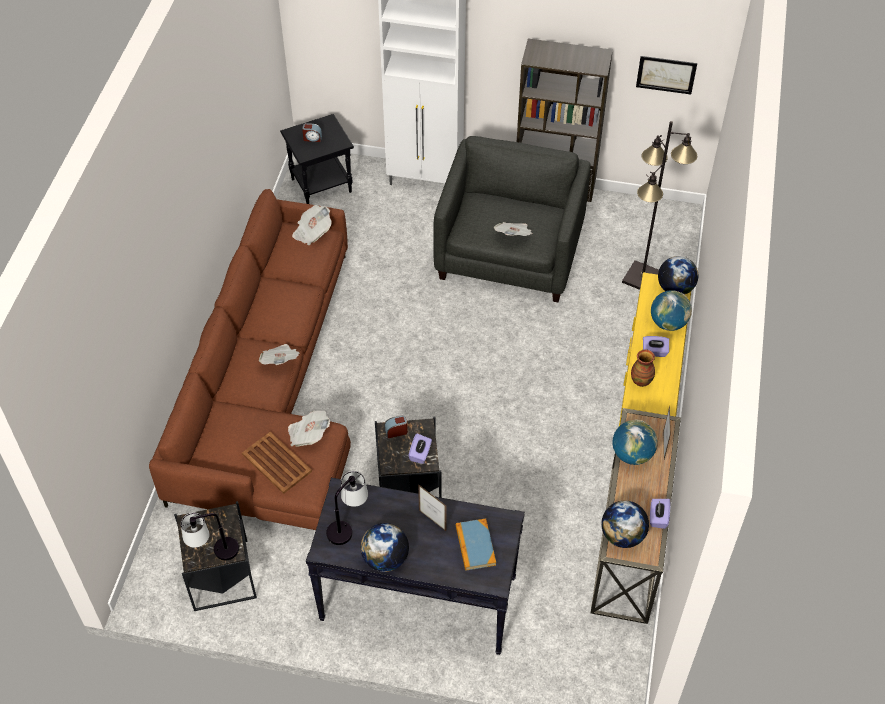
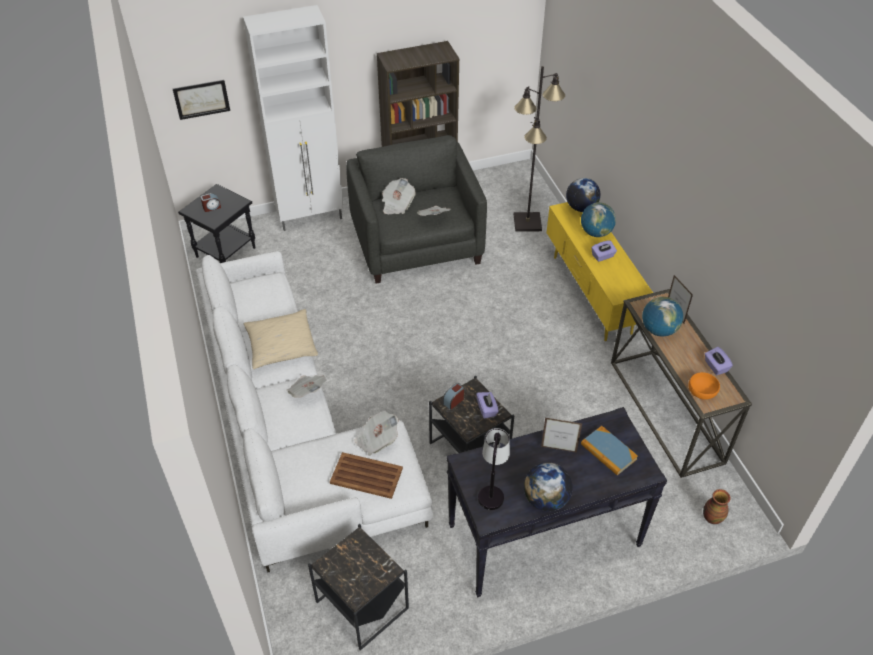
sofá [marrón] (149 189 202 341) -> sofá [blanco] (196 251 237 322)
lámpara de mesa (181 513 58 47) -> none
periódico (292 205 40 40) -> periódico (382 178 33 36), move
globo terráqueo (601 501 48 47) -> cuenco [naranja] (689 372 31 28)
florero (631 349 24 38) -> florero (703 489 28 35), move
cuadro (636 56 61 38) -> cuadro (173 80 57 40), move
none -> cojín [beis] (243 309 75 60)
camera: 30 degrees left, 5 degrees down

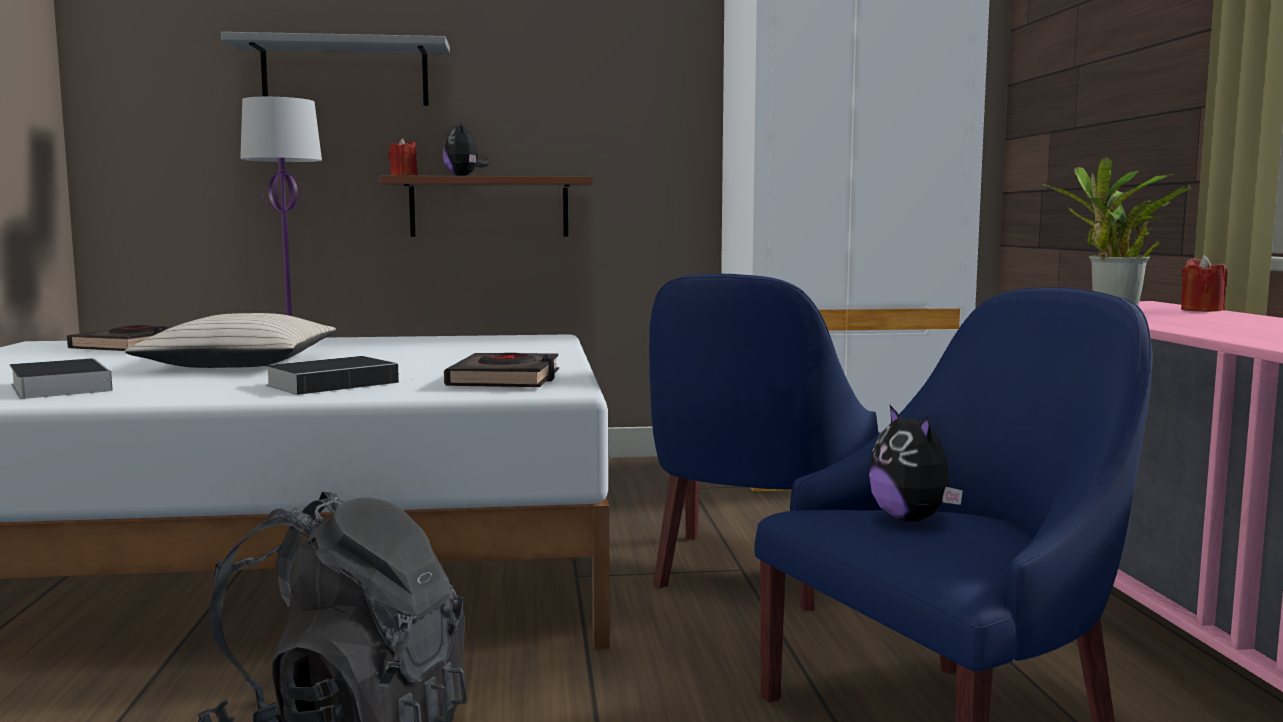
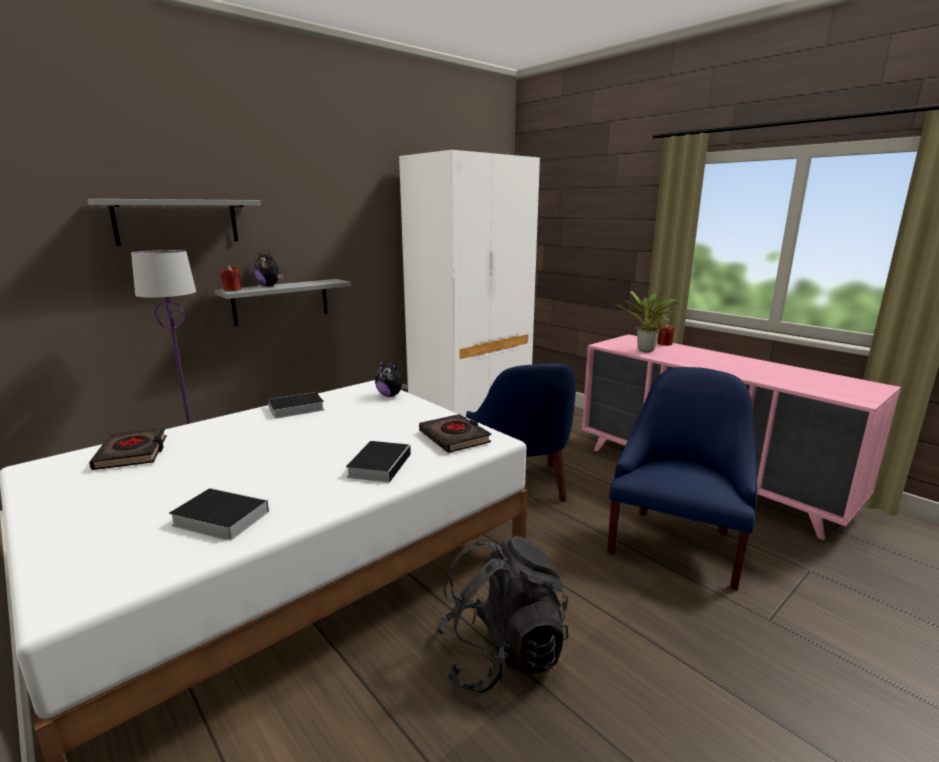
cojín [beis] (125 313 211 55) -> none
estante [marrón] (379 175 214 62) -> estante [gris] (215 279 136 47)
peluche (869 405 94 117) -> peluche (375 359 32 38), move
none -> libro (260 392 64 27)
camera: 35 degrees left, 10 degrees up

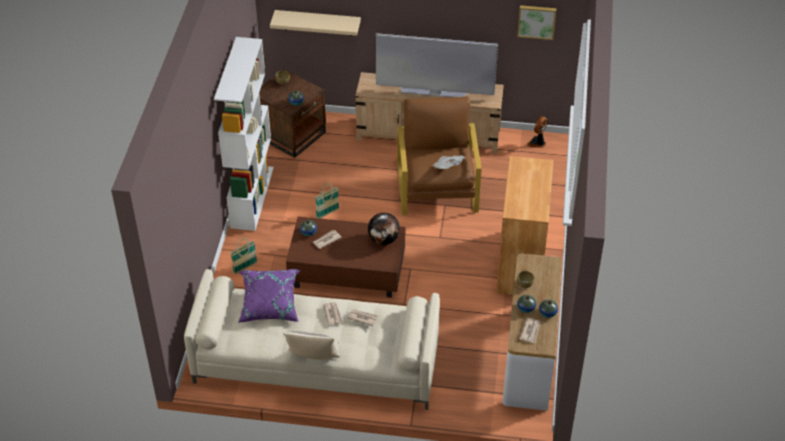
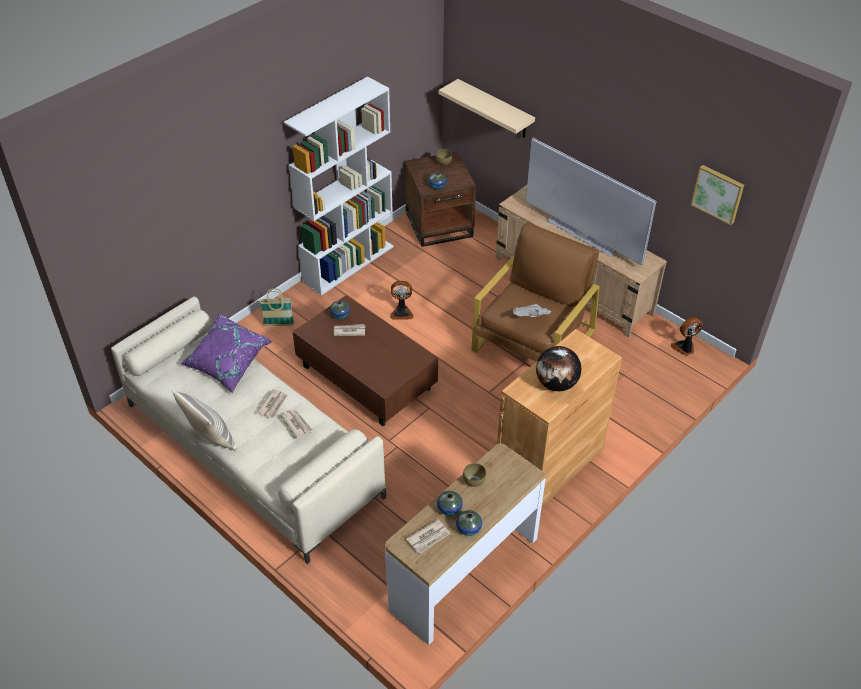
cesta (315 183 24 36) -> ventilador (390 280 24 39)
globo terráqueo (368 213 32 32) -> globo terráqueo (536 346 45 45), move
camera: 35 degrees right, 0 degrees up

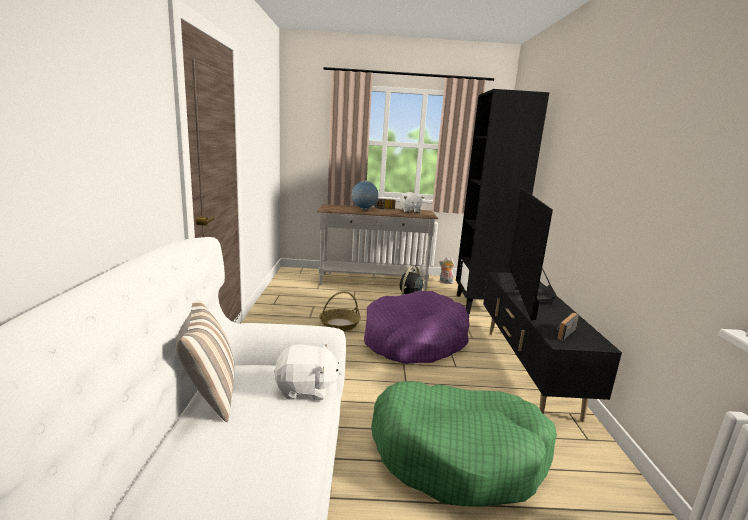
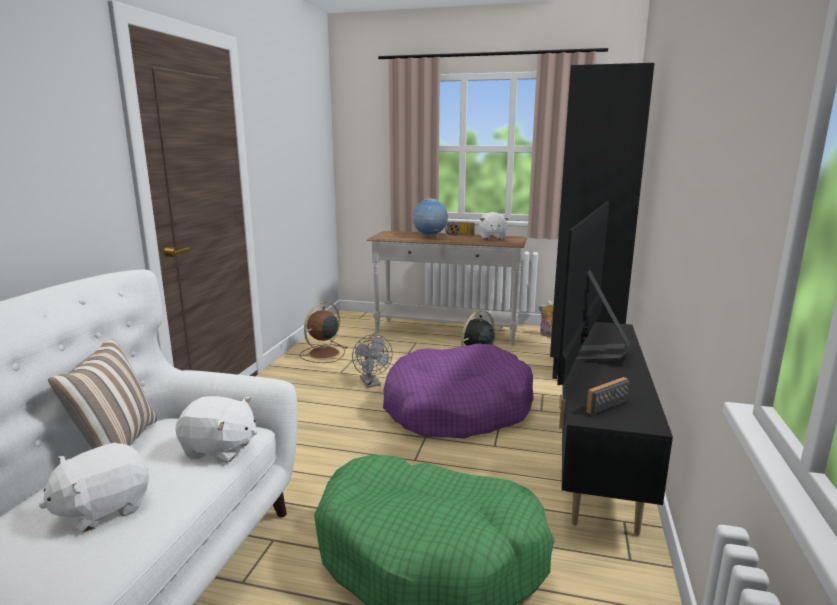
cesta (319 291 42 40) -> ventilador [gris] (352 334 40 54)
none -> peluche [blanco] (39 443 110 90)
none -> ventilador [marrón] (300 302 47 61)
camera: 15 degrees right, 0 degrees up

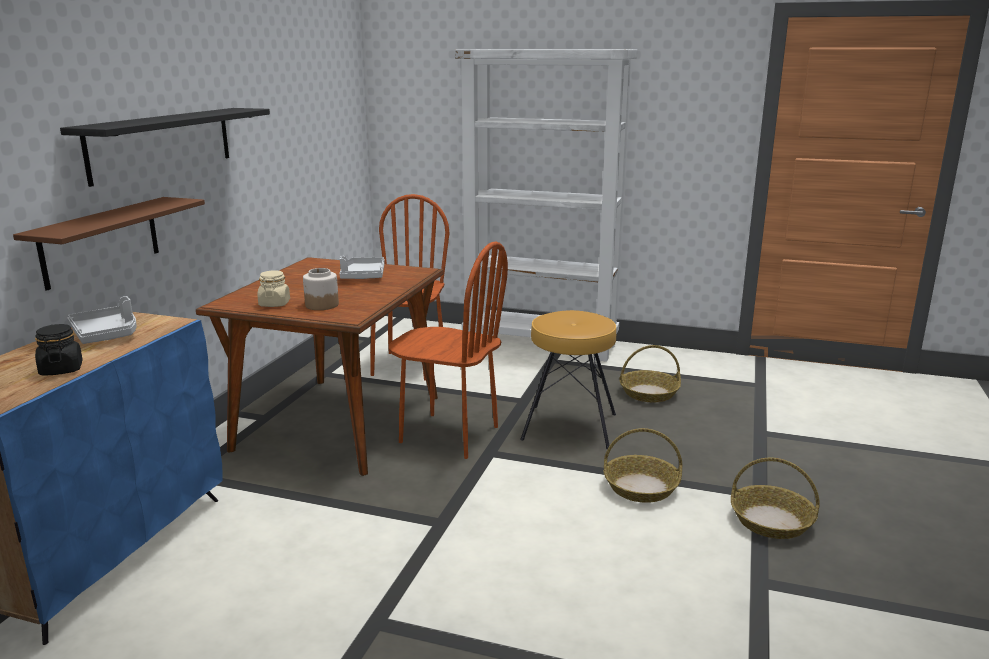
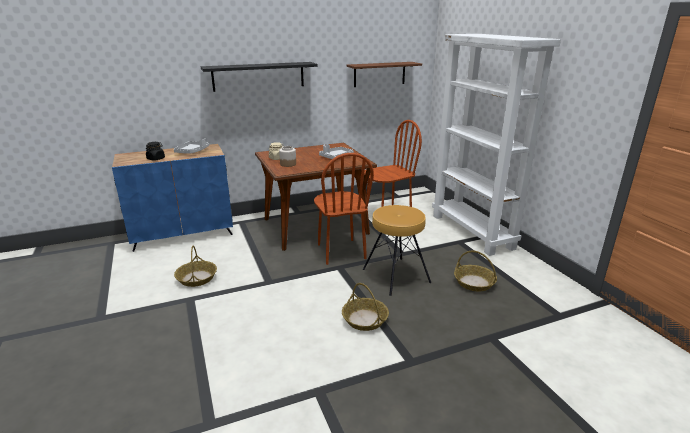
estante [marrón] (13 197 192 94) -> estante [marrón] (346 62 76 25), move
cesta (731 458 89 81) -> cesta (174 245 43 42), move
camera: 50 degrees right, 5 degrees up

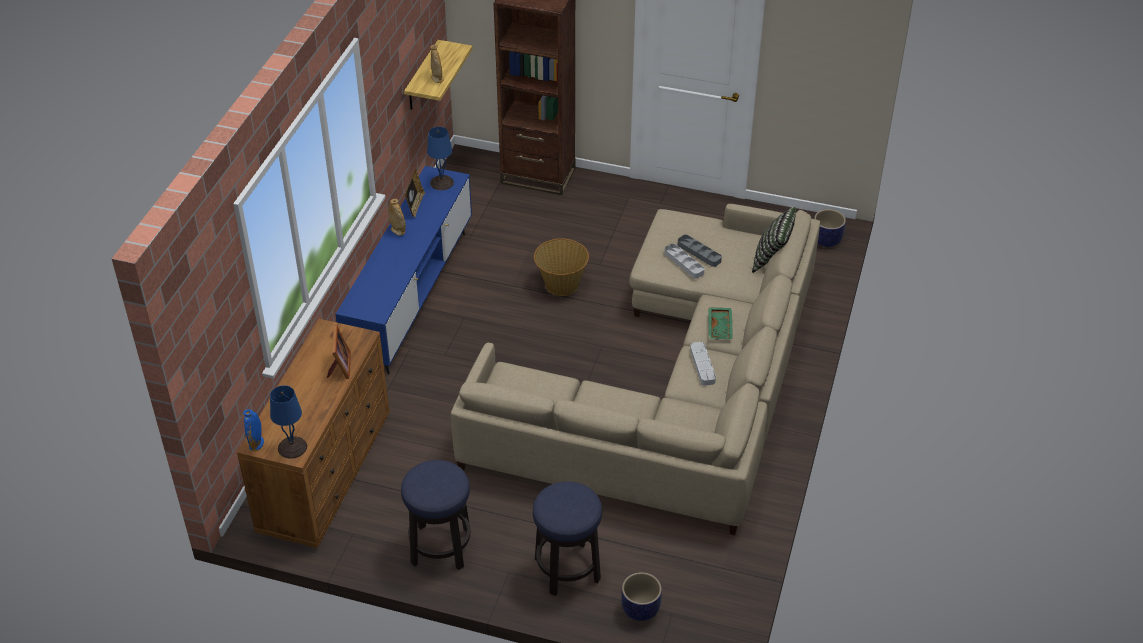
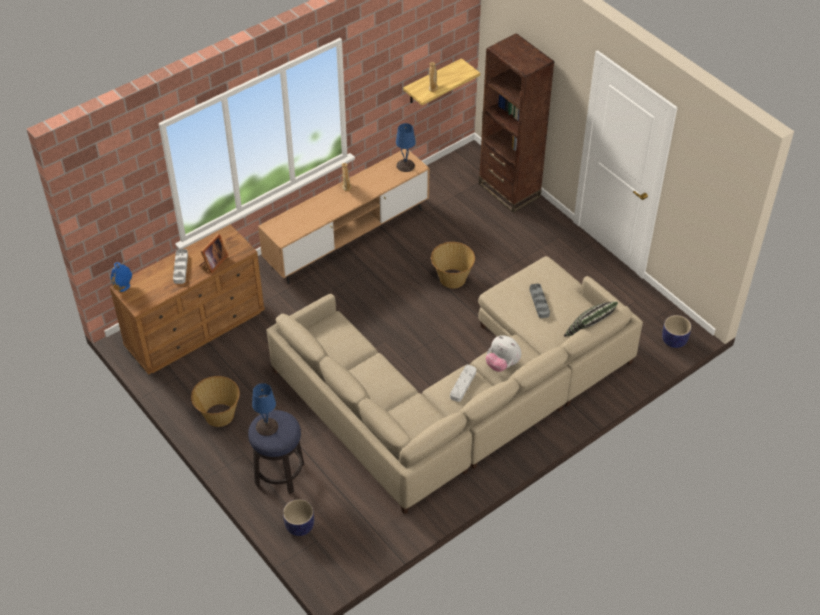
lámpara de mesa [azul] (270 385 37 74) -> lámpara de mesa [azul] (252 383 26 53), move
mueble de televisión [azul] (335 166 137 208) -> mueble de televisión [marrón] (258 149 172 135)
taburete (401 460 70 110) -> cesta (191 376 49 51)
portarretratos (405 169 20 49) -> none
bandeja [gris] (664 244 41 35) -> bandeja [gris] (173 249 15 35), move
bandeja [verde] (708 308 25 32) -> peluche (486 335 35 37)
camera: 35 degrees right, 5 degrees up

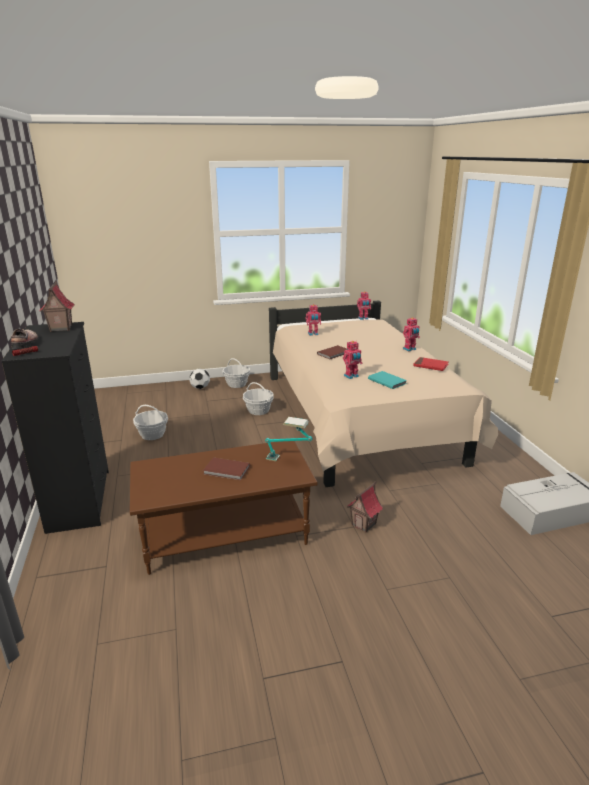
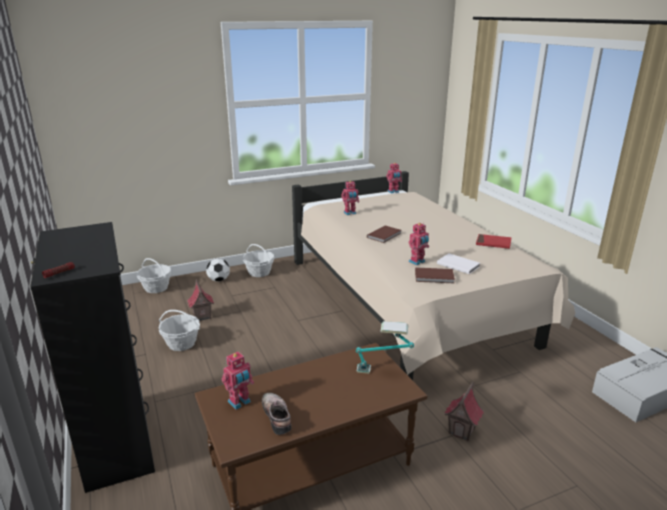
zapato (11 329 27 20) -> zapato (262 393 30 42), move
casita (40 281 35 51) -> casita (187 279 27 42), move
libro [marrón] (203 457 47 23) -> libro [marrón] (415 267 40 16), move
cesta (243 382 31 33) -> cesta (137 258 35 35), move
libro [turquesa] (368 371 39 18) -> libro [blanco] (437 253 43 21)
robot de juguete (403 317 17 34) -> robot de juguete (222 352 32 58), move
camera: 10 degrees left, 0 degrees up

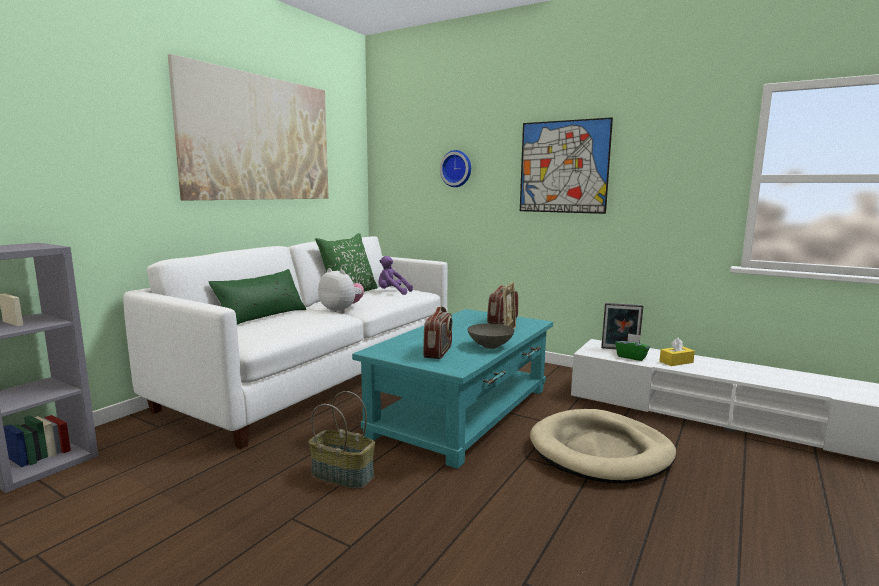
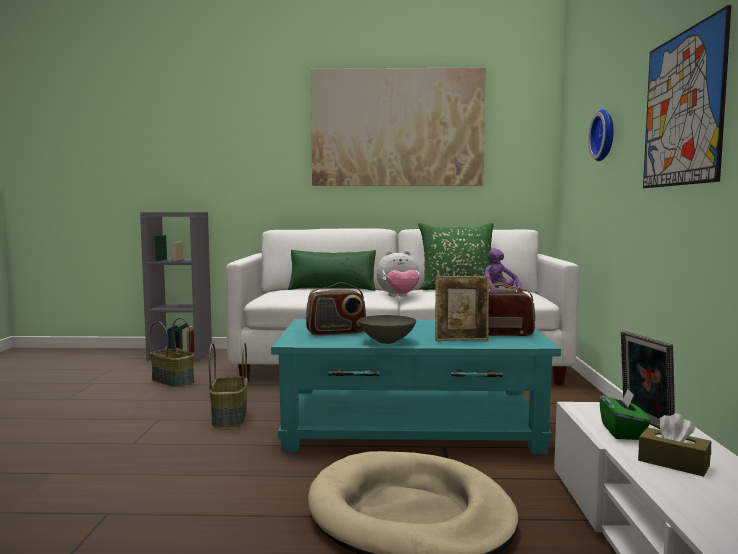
peluche (318 268 46 45) -> peluche (377 251 43 46), 75 degrees clockwise
caja de pañuelos [amarillo] (660 338 35 28) -> caja de pañuelos [marrón] (638 413 73 64)
none -> cesta (150 318 45 69)
camera: 60 degrees right, 5 degrees down

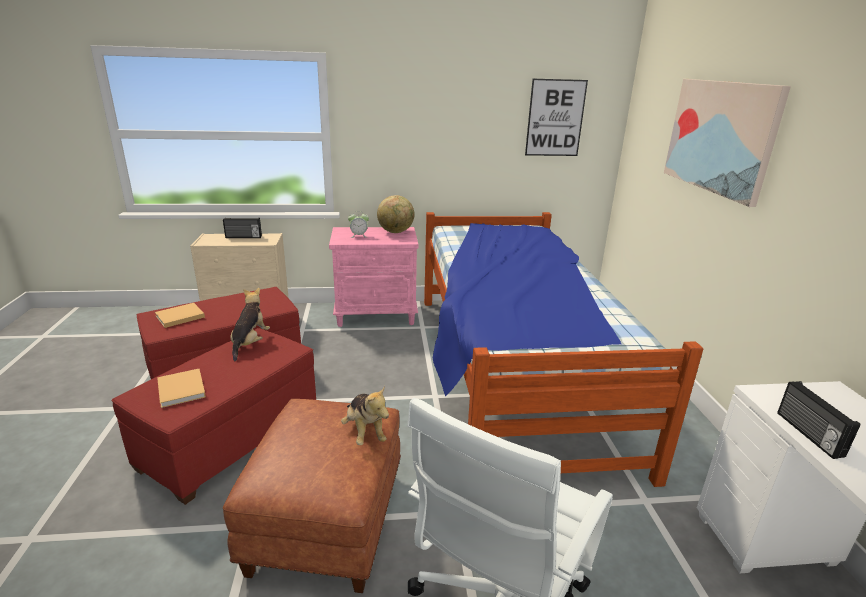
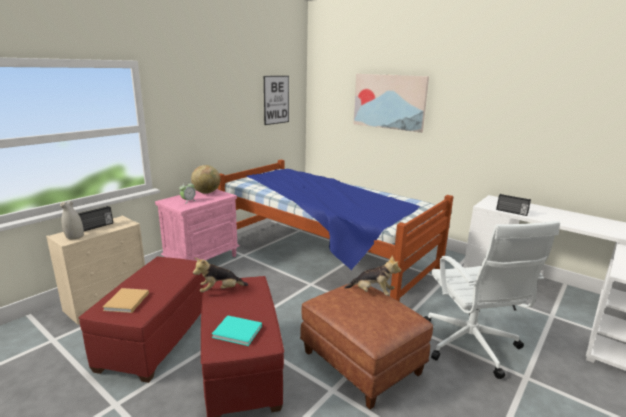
libro [beis] (157 369 49 39) -> libro [turquesa] (212 315 50 31)
peluche (231 288 39 74) -> peluche (193 258 55 34), 75 degrees counterclockwise
none -> florero [blanco] (60 201 24 38)
camera: 45 degrees left, 5 degrees down

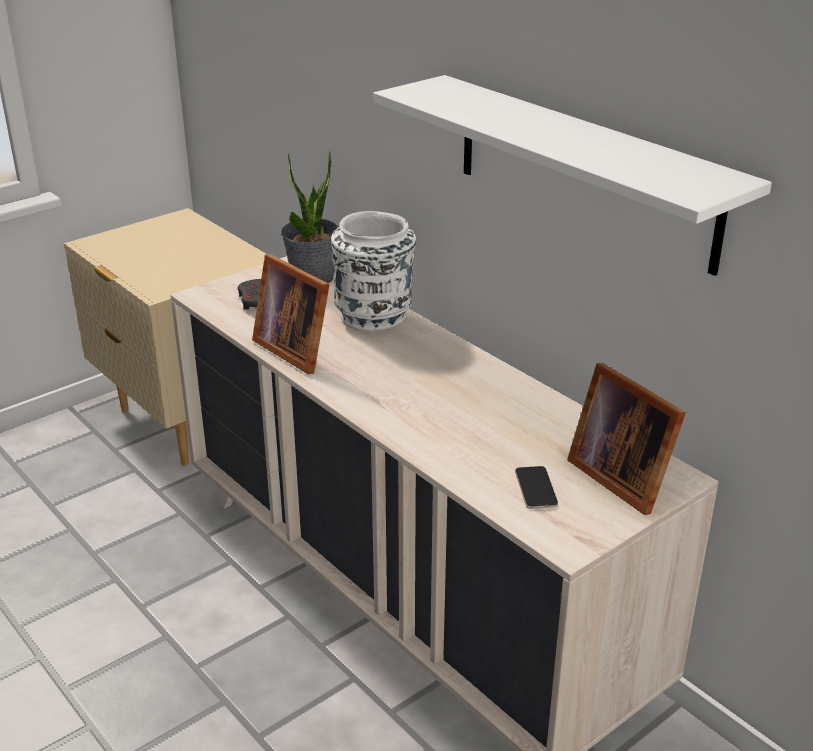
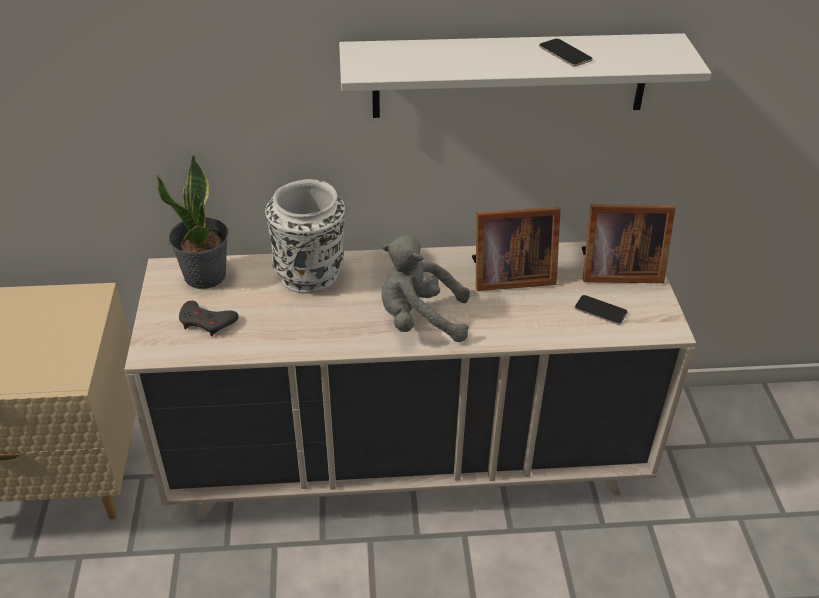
portarretratos (252 254 78 120) -> portarretratos (472 207 89 84), move
none -> peluche [gris] (381 235 89 107)
none -> móvil (539 38 54 29)
camera: 55 degrees left, 10 degrees up

